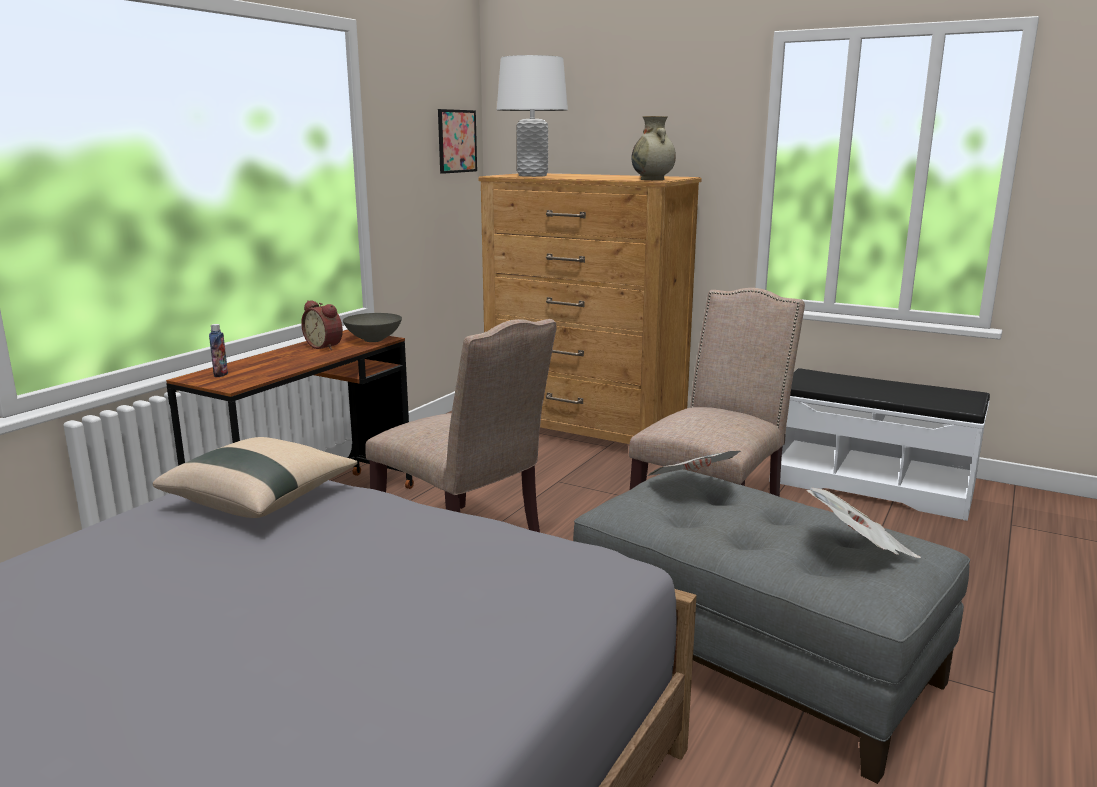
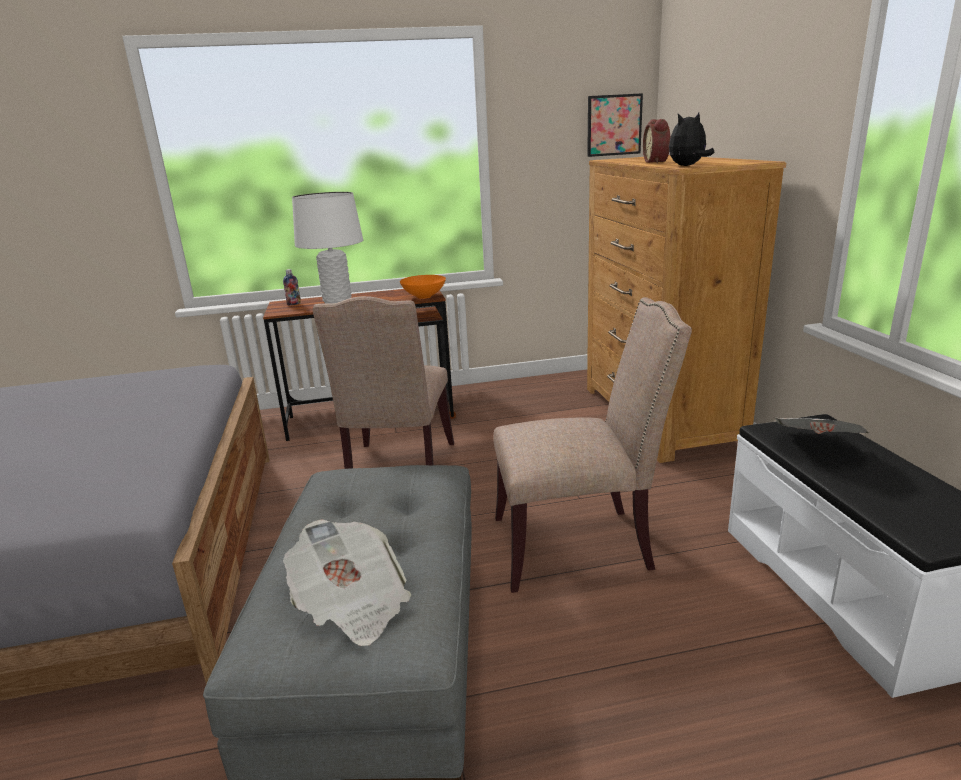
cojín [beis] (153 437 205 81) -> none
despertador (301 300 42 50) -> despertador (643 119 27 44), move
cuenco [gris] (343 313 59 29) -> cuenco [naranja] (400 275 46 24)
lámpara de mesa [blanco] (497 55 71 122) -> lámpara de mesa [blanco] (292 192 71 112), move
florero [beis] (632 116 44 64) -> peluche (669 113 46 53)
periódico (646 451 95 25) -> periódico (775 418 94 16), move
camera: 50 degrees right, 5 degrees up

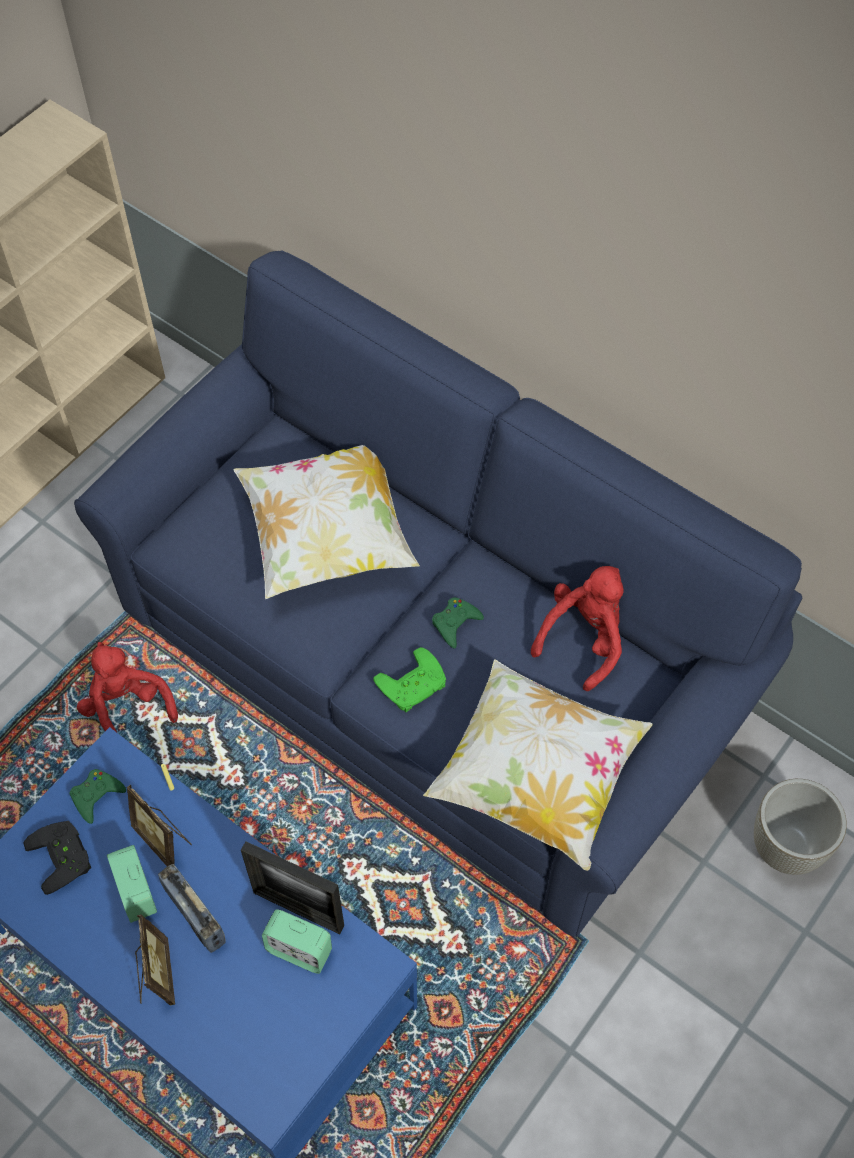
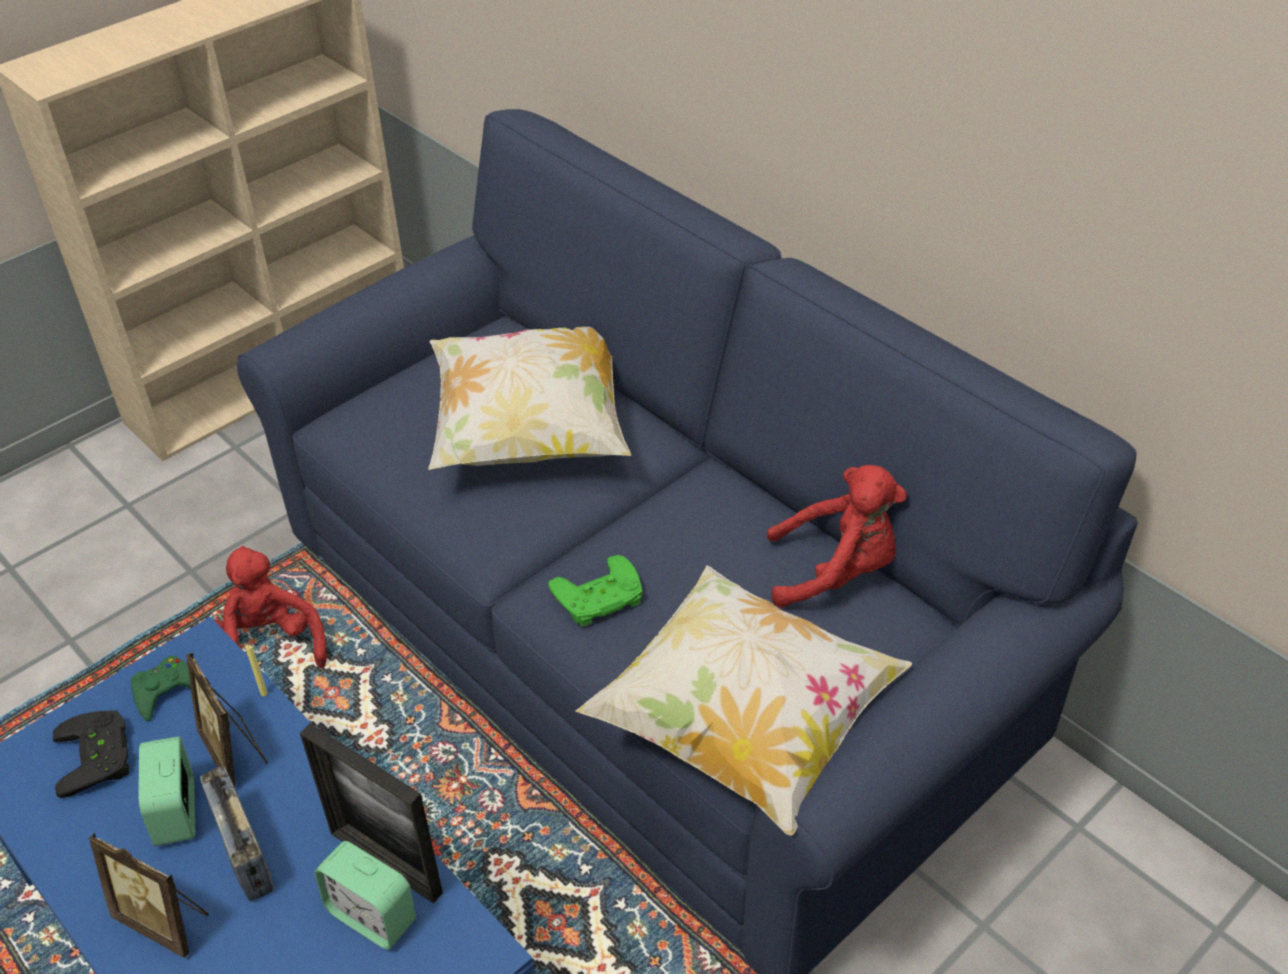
portarretratos (135 914 40 91) -> portarretratos (89 833 120 125), 120 degrees clockwise
mando de consola [verde] (432 597 52 51) -> none
peluche [rojo] (531 566 93 125) -> peluche [rojo] (767 465 140 143), 45 degrees clockwise
maceta [gris] (754 779 93 96) -> none
camera: 10 degrees right, 15 degrees down

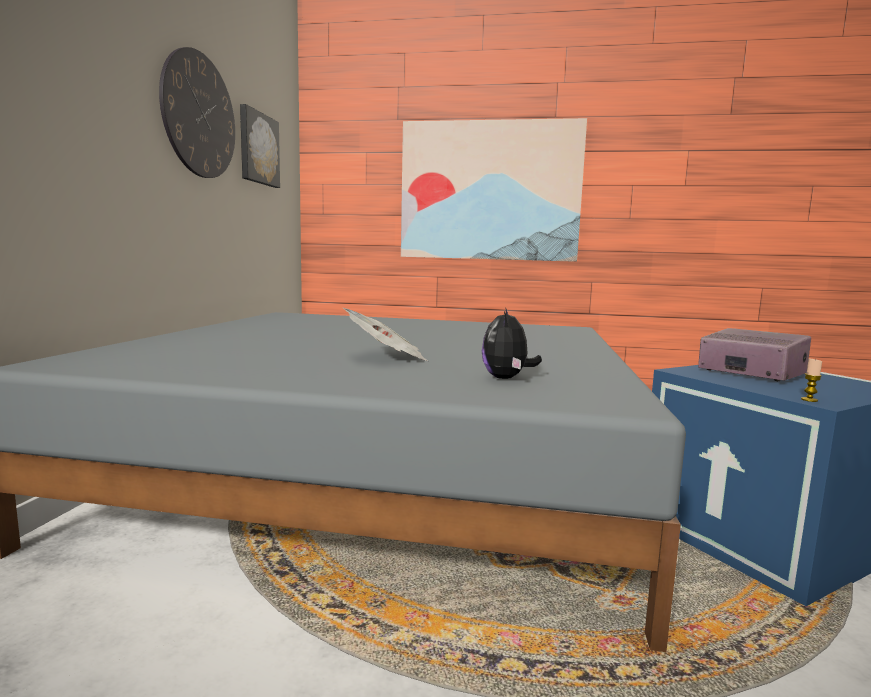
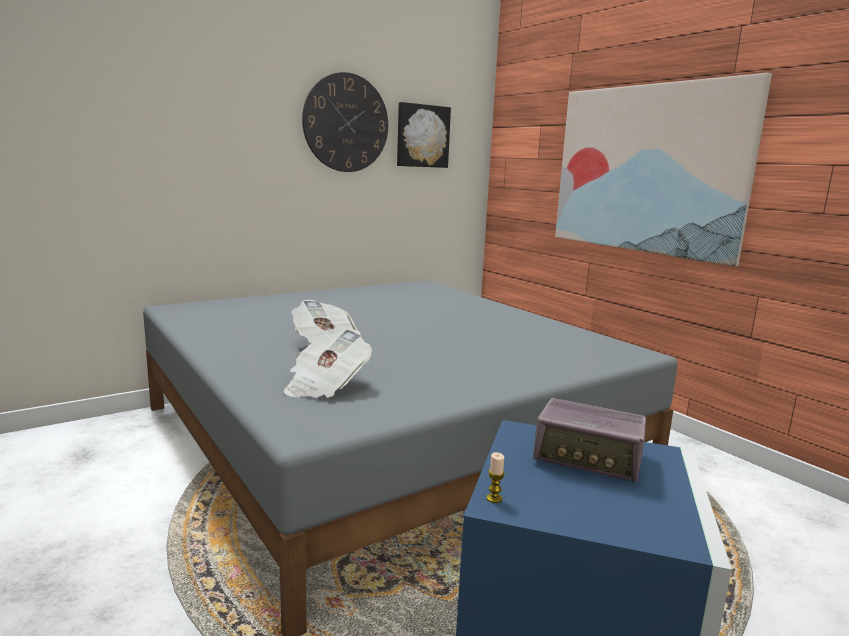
peluche (482 307 60 72) -> periódico (284 329 88 69)
radio (698 328 113 53) -> radio (533 398 113 84), 105 degrees clockwise
camera: 45 degrees right, 5 degrees up

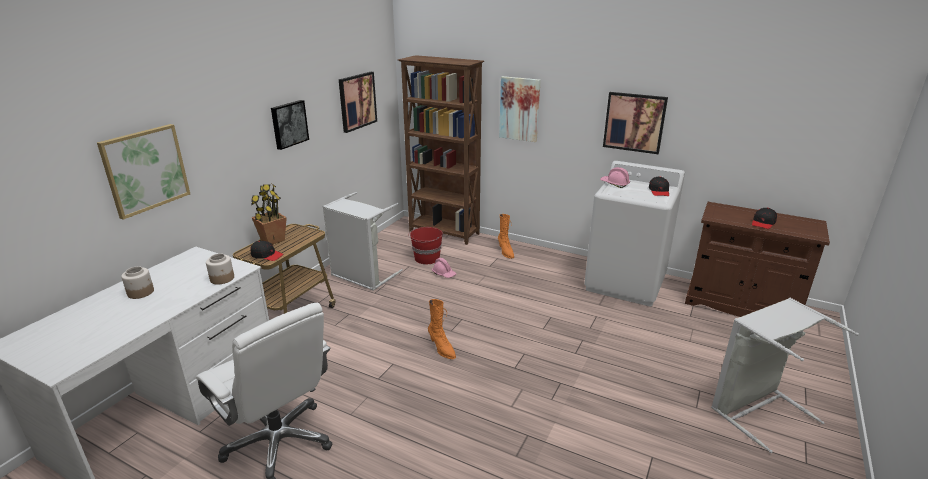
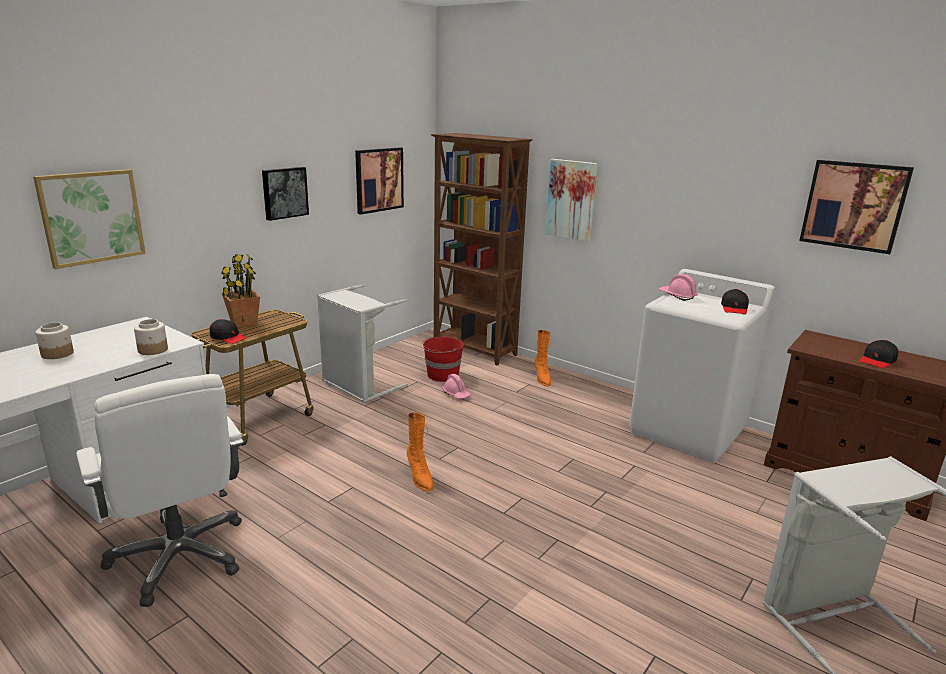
cuadro (603 92 65 62) -> cuadro (799 160 115 94), move
camera: 10 degrees right, 5 degrees down

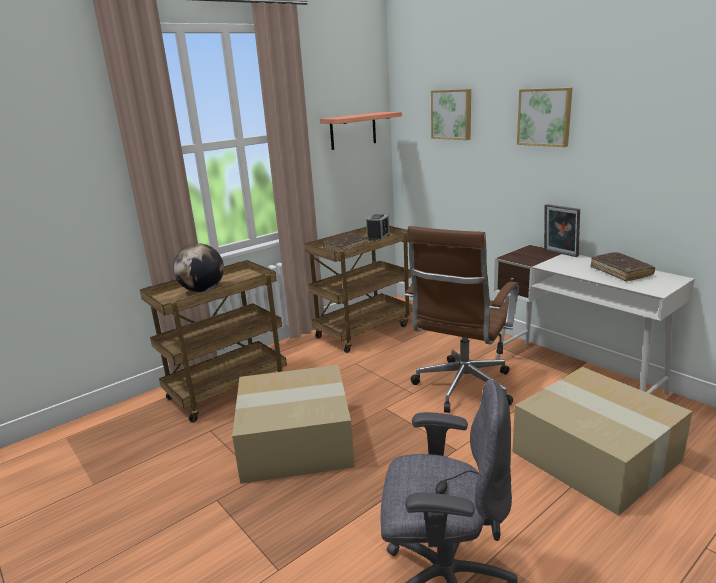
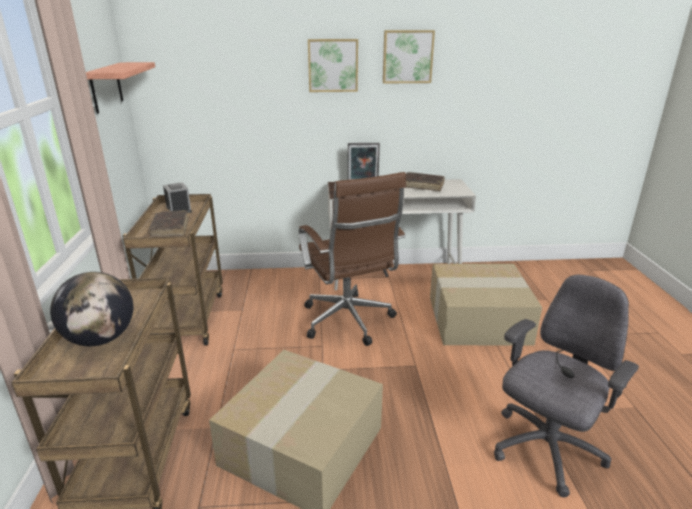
cuadro (431 89 40 51) -> cuadro (383 30 52 54), move
camera: 55 degrees left, 5 degrees up

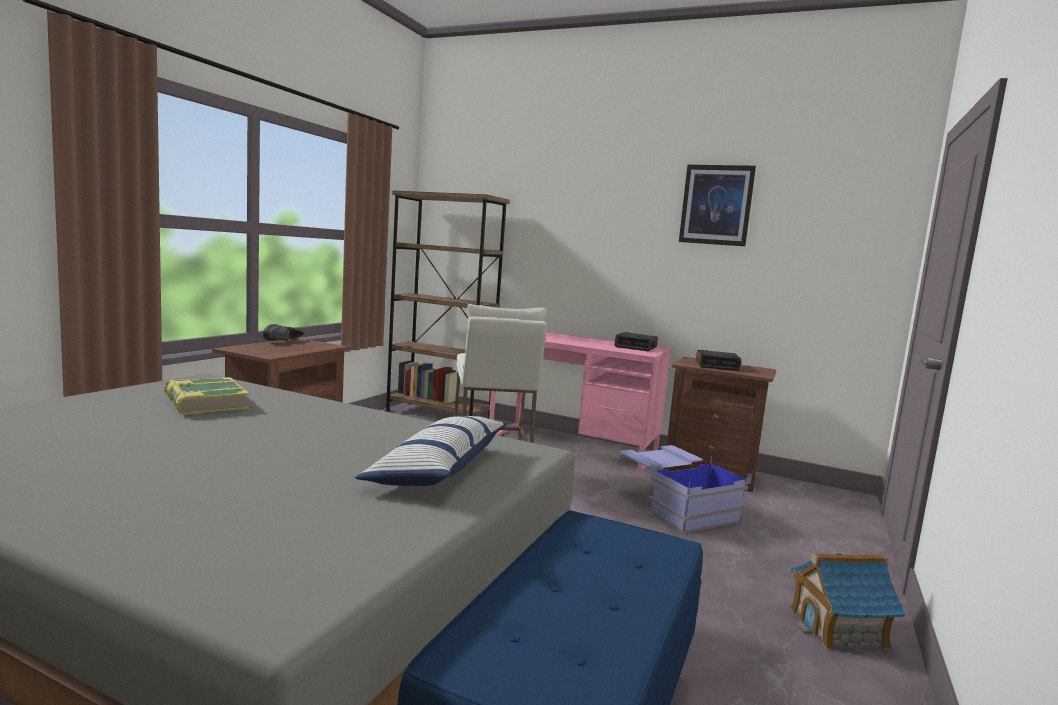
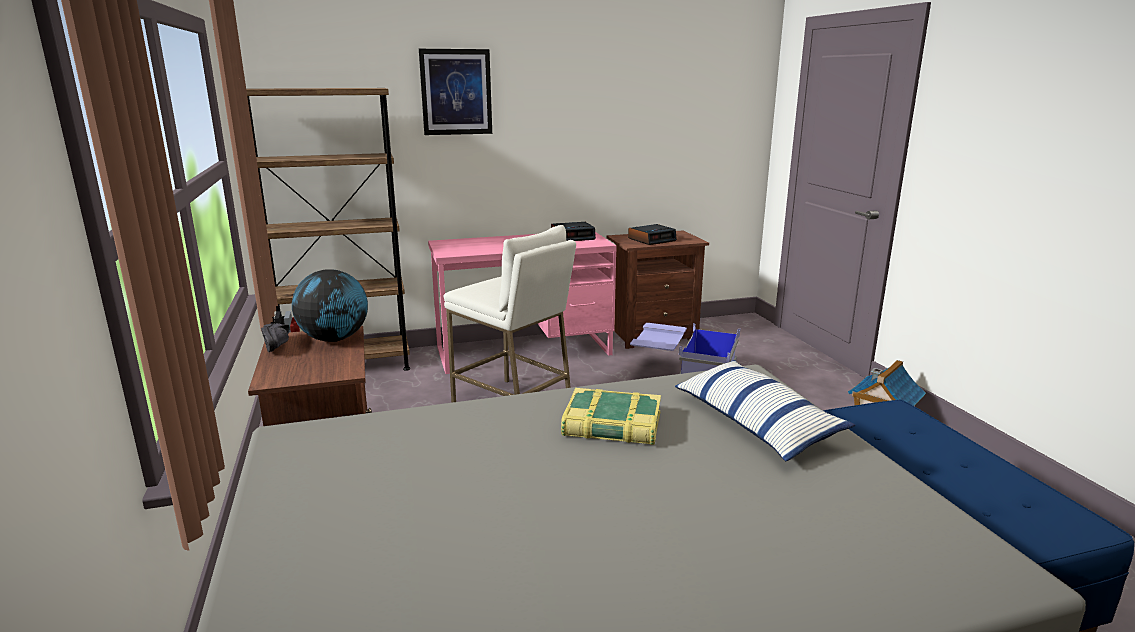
libro (164 377 85 38) -> libro (561 388 100 57), move
cuadro (679 165 77 81) -> cuadro (419 49 73 86), move
none -> globo terráqueo (292 269 76 73)
camera: 40 degrees left, 10 degrees up

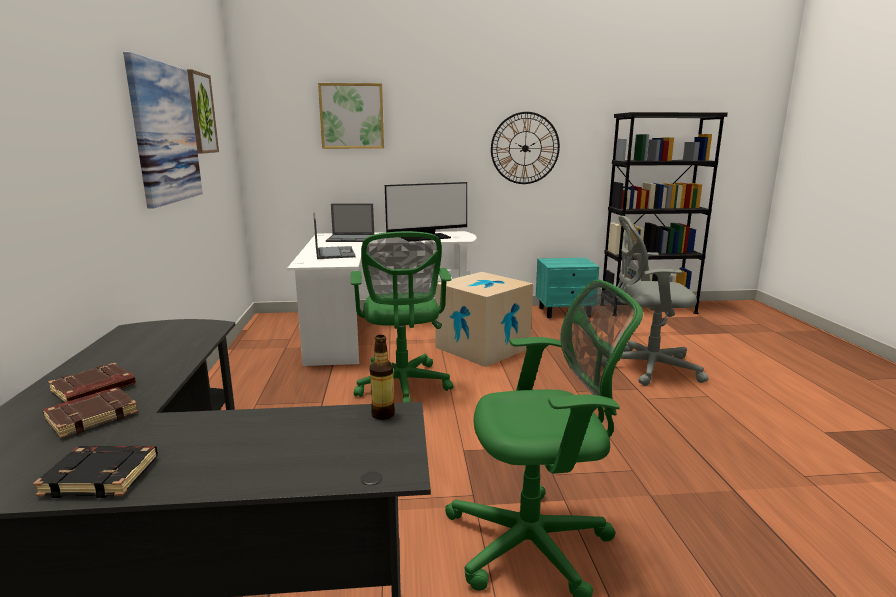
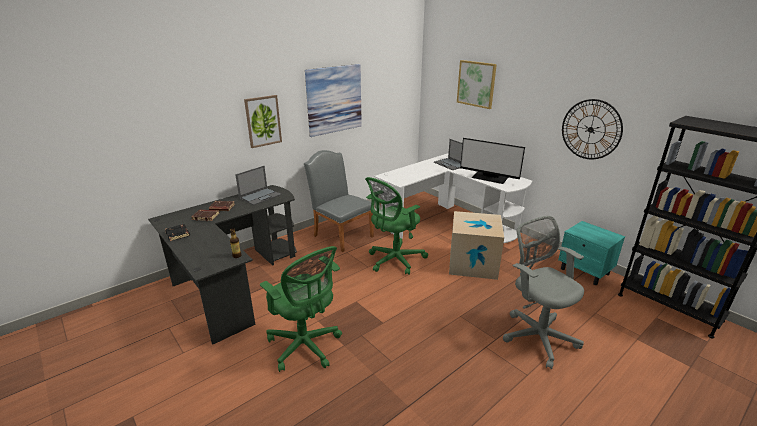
cuadro (187 69 32 85) -> cuadro (244 95 38 53), move
portátil (313 213 43 46) -> portátil (235 166 46 39), move
none -> silla [gris] (304 150 70 102)
camera: 55 degrees right, 10 degrees up

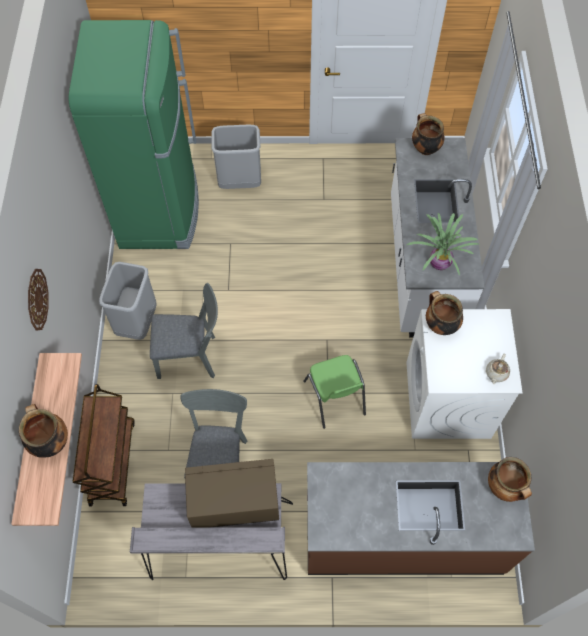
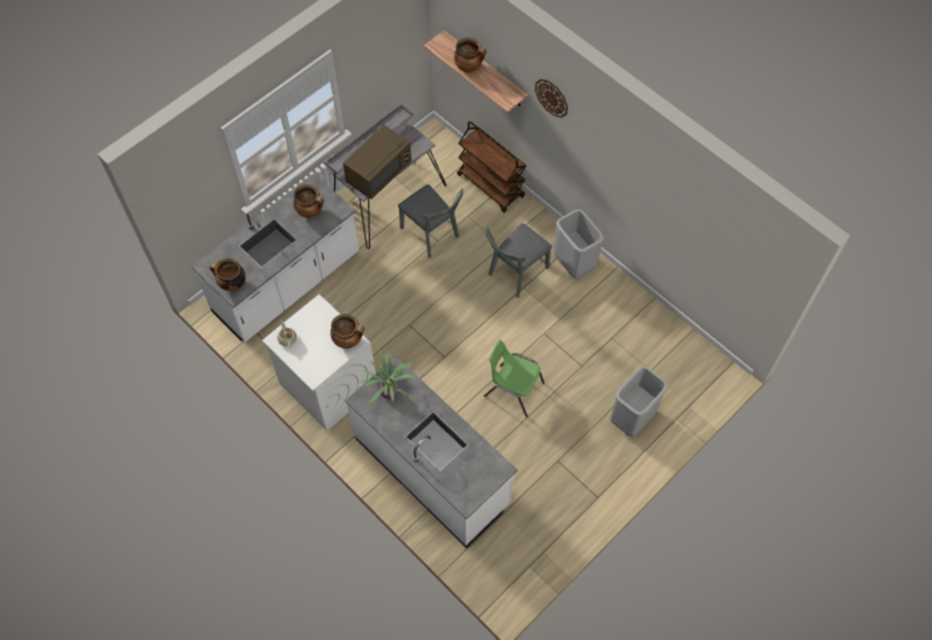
nevera [verde] (68 20 131 229) -> none
silla [verde] (303 355 63 74) -> silla [verde] (484 340 61 77), move
mueble bajo de cocina [marrón] (307 462 228 113) -> mueble bajo de cocina [blanco] (191 173 168 169)
olla (412 113 32 42) -> olla (293 184 31 34), move
camera: 135 degrees right, 0 degrees up

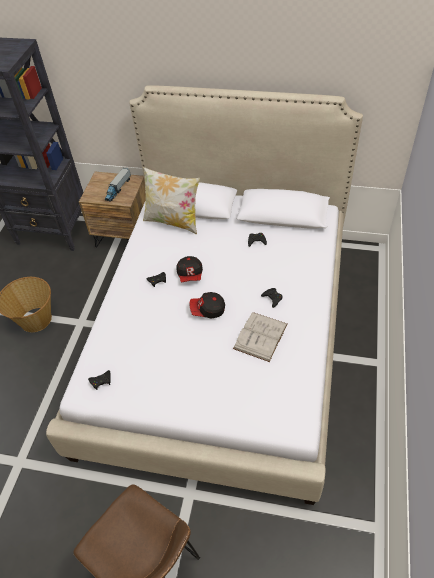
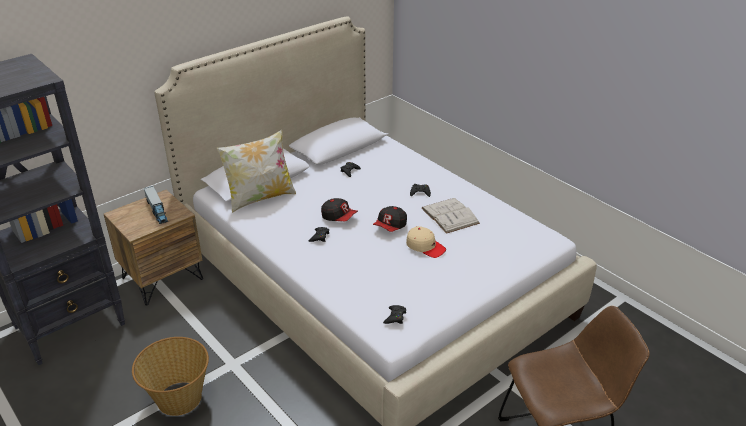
none -> gorra [beis] (406 226 40 32)
camera: 55 degrees left, 15 degrees down

